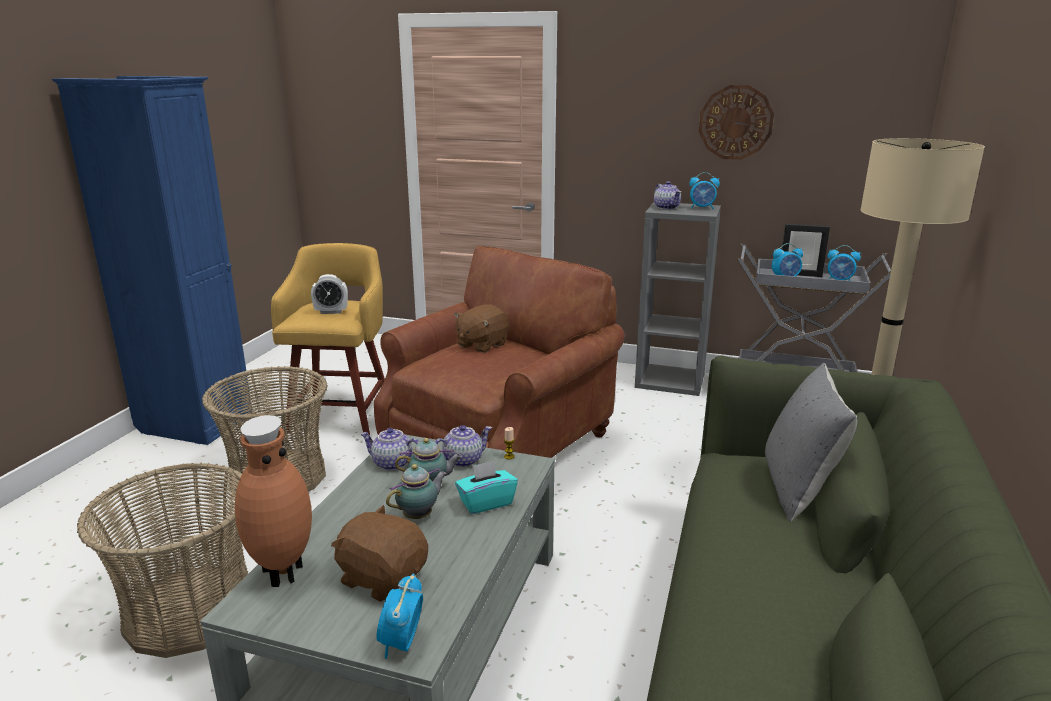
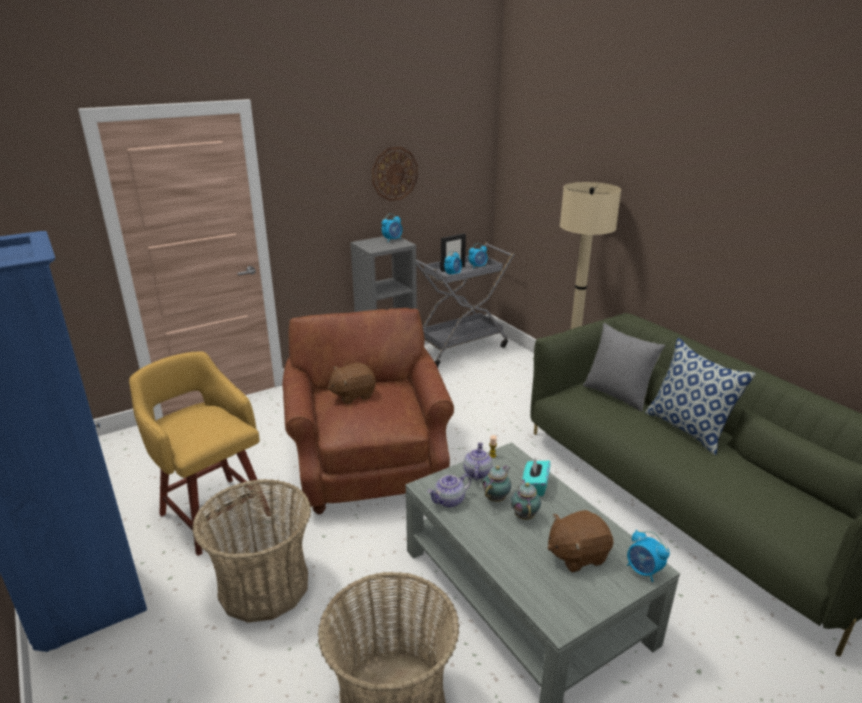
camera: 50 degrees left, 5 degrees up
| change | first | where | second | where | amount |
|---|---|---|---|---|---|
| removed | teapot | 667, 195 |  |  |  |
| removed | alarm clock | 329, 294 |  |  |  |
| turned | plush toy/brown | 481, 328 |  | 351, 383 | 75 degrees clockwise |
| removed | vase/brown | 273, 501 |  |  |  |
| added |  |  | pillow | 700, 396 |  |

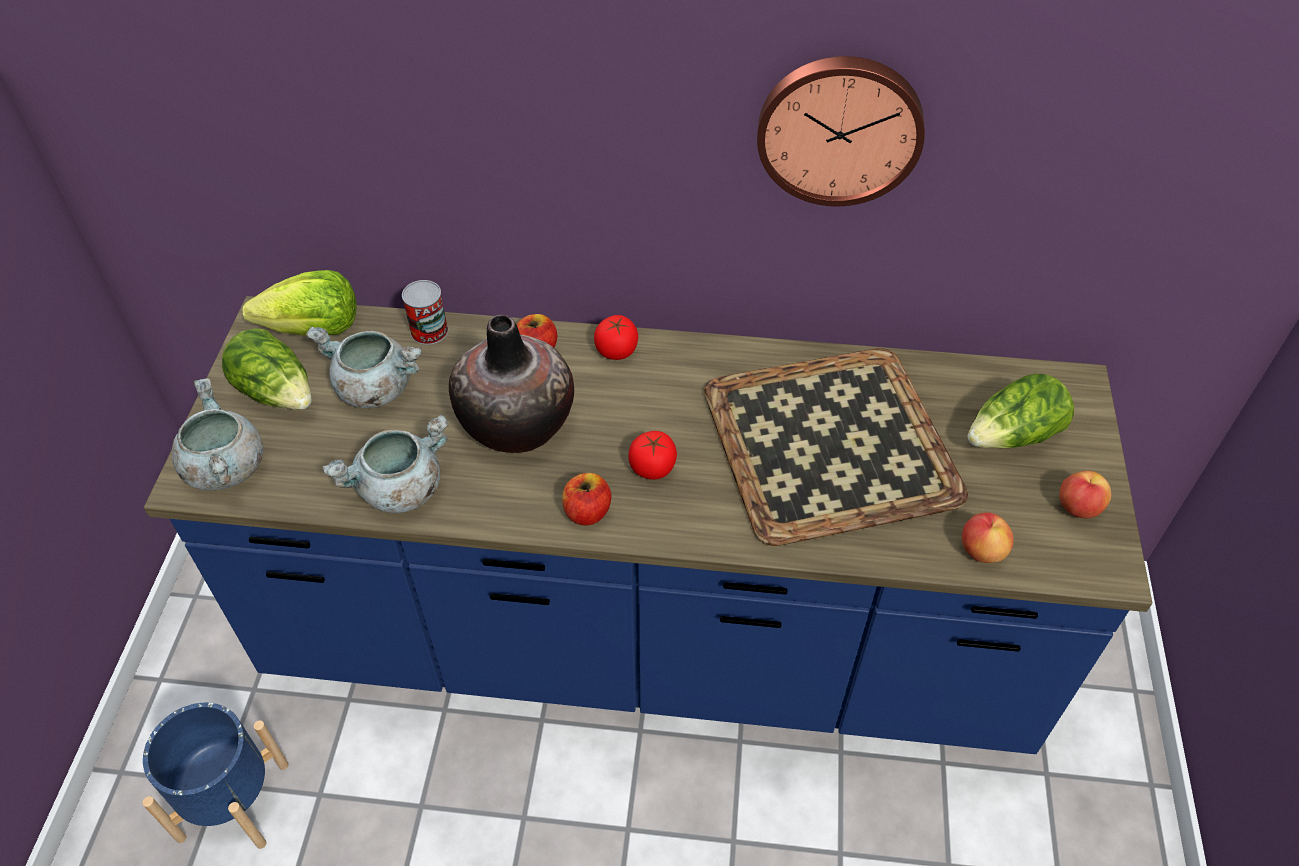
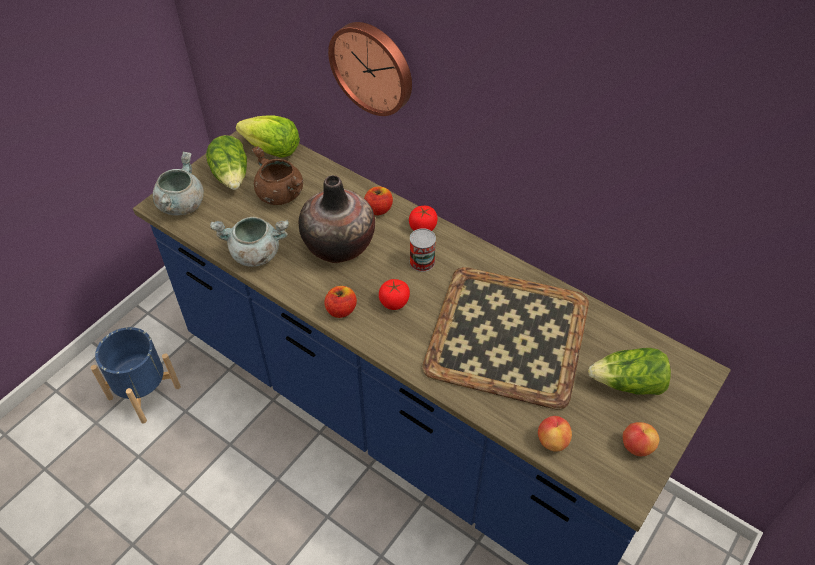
camera: 30 degrees right, 0 degrees up
| change | first | where | second | where | amount |
|---|---|---|---|---|---|
| moved | wall clock | 841, 131 |  | 370, 69 |  |
| moved | can | 425, 312 |  | 423, 250 |  |
| recoloured | cooking pot/grey | 364, 367 | cooking pot/brown | 277, 175 |  |

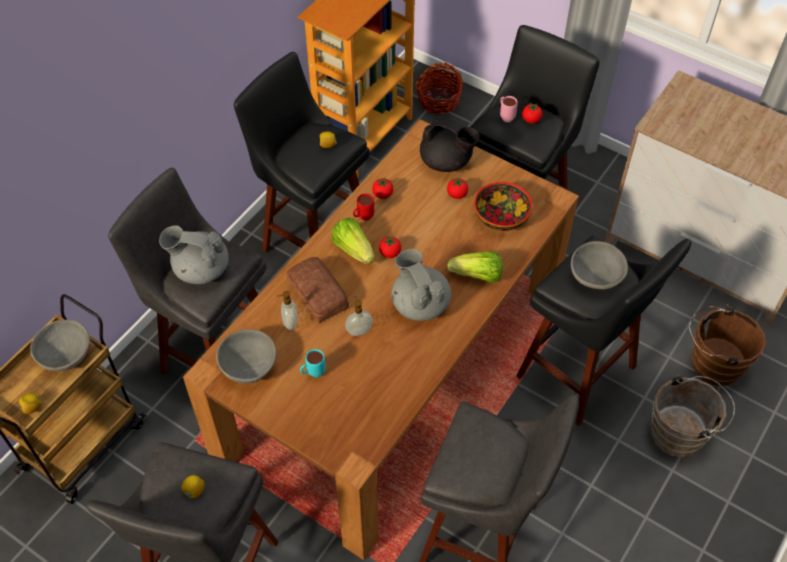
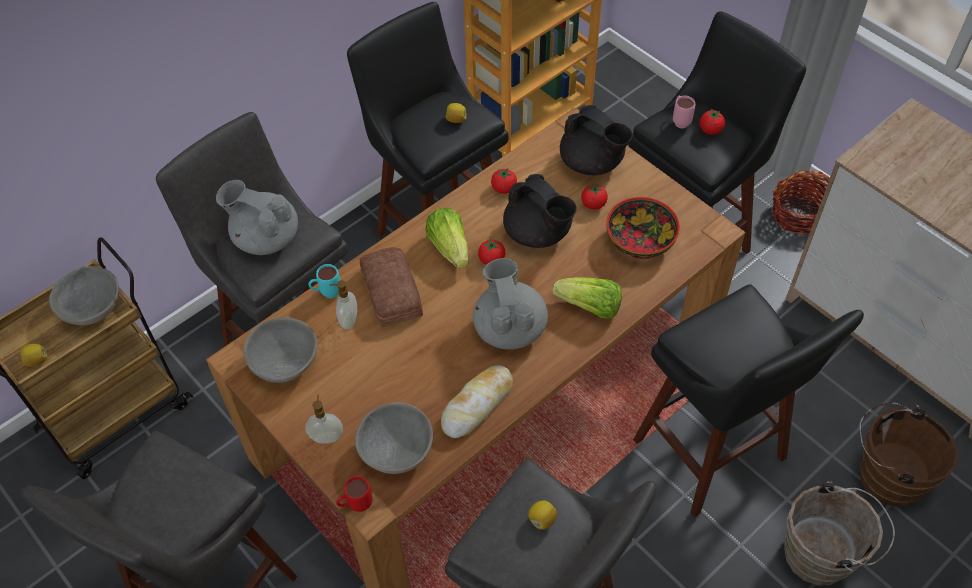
camera: 15 degrees right, 0 degrees up
| change | first | where | second | where | amount |
|---|---|---|---|---|---|
| moved | basket | 439, 89 |  | 801, 202 |  |
| moved | mug/red | 363, 207 |  | 354, 494 |  |
| moved | bowl/grey | 599, 265 |  | 394, 438 |  |
| moved | soap dispenser | 359, 316 |  | 324, 419 |  |
| moved | mug/turquoise | 313, 363 |  | 324, 281 |  |
| moved | lemon | 193, 487 |  | 542, 514 |  |
| added |  |  | teapot/black | 540, 211 |  |
| added |  |  | bread | 477, 401 |  |

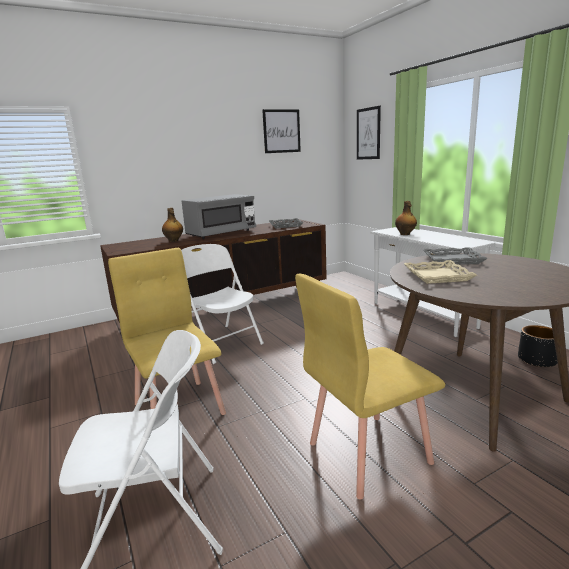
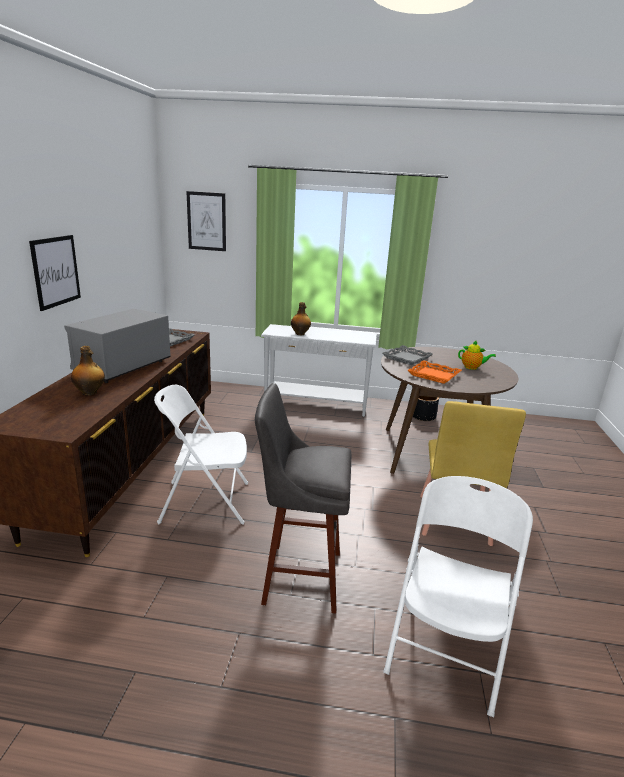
camera: 55 degrees left, 5 degrees up
| change | first | where | second | where | amount |
|---|---|---|---|---|---|
| moved | picture | 281, 131 |  | 55, 273 |  |
| turned | microwave/grey | 219, 216 |  | 117, 346 | 150 degrees counterclockwise |
| replaced | chair/yellow | 167, 331 | stool/grey | 303, 498 |  |
| recoloured | tray/beige | 440, 272 | tray/orange | 434, 372 |  |
| added |  |  | teapot | 477, 355 |  |

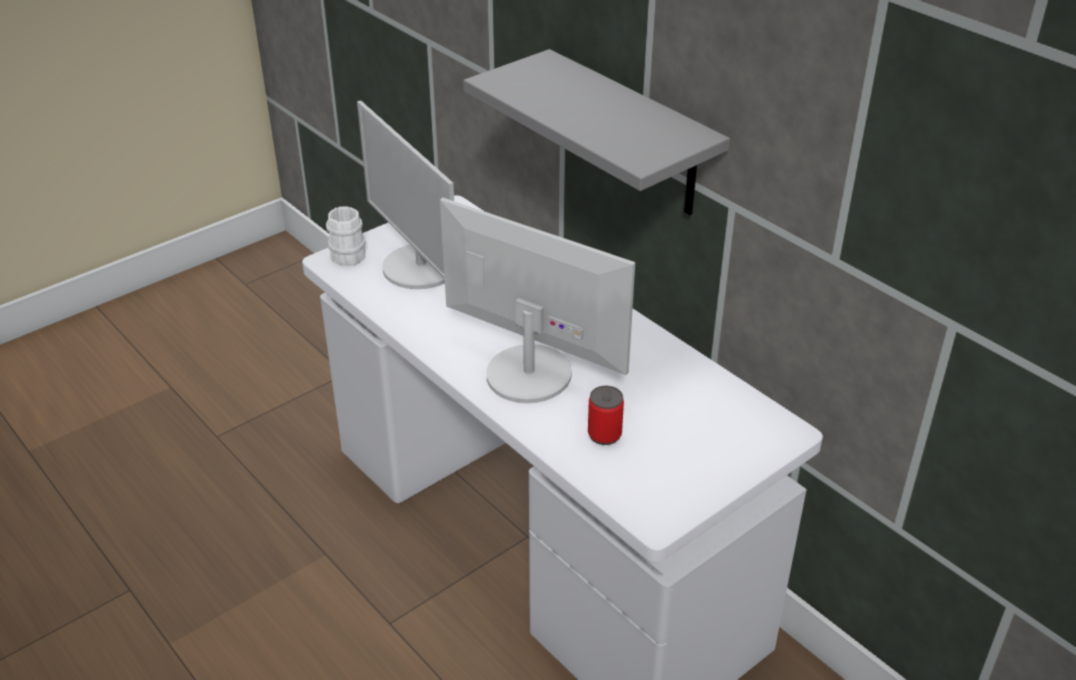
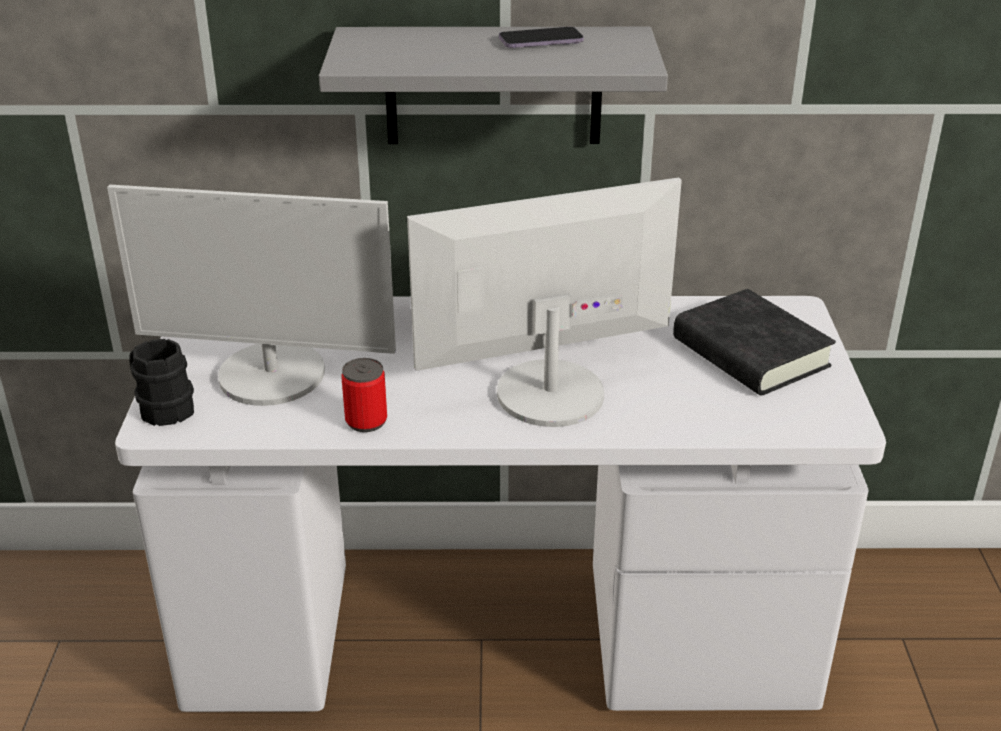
camera: 50 degrees left, 5 degrees down
| change | first | where | second | where | amount |
|---|---|---|---|---|---|
| recoloured | mug/white | 346, 236 | mug/black | 161, 382 |  |
| moved | can | 606, 415 |  | 364, 395 |  |
| added |  |  | phone | 541, 37 |  |
| added |  |  | book/black | 754, 342 |  |

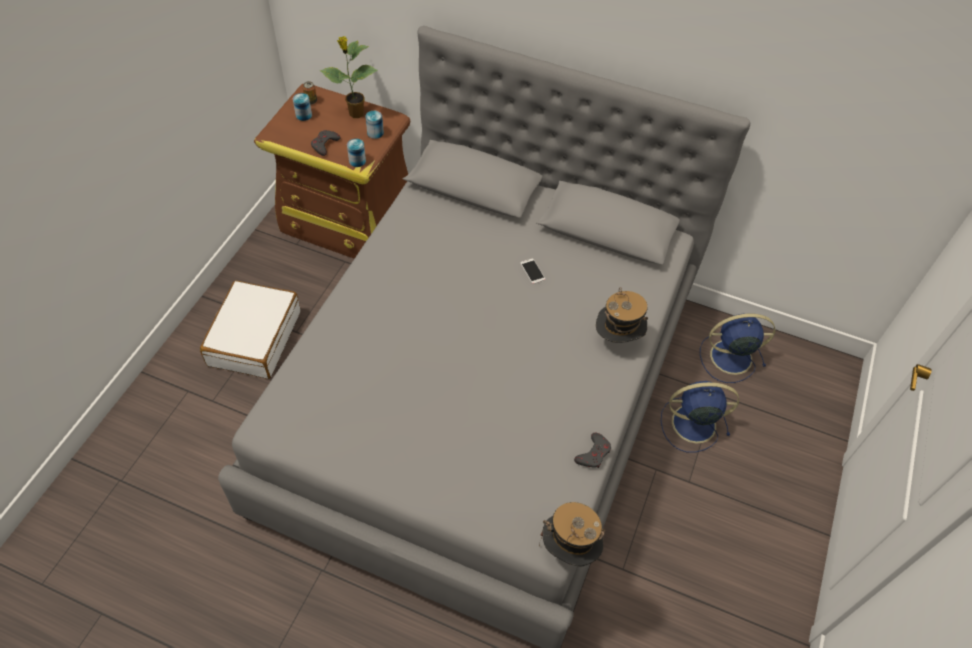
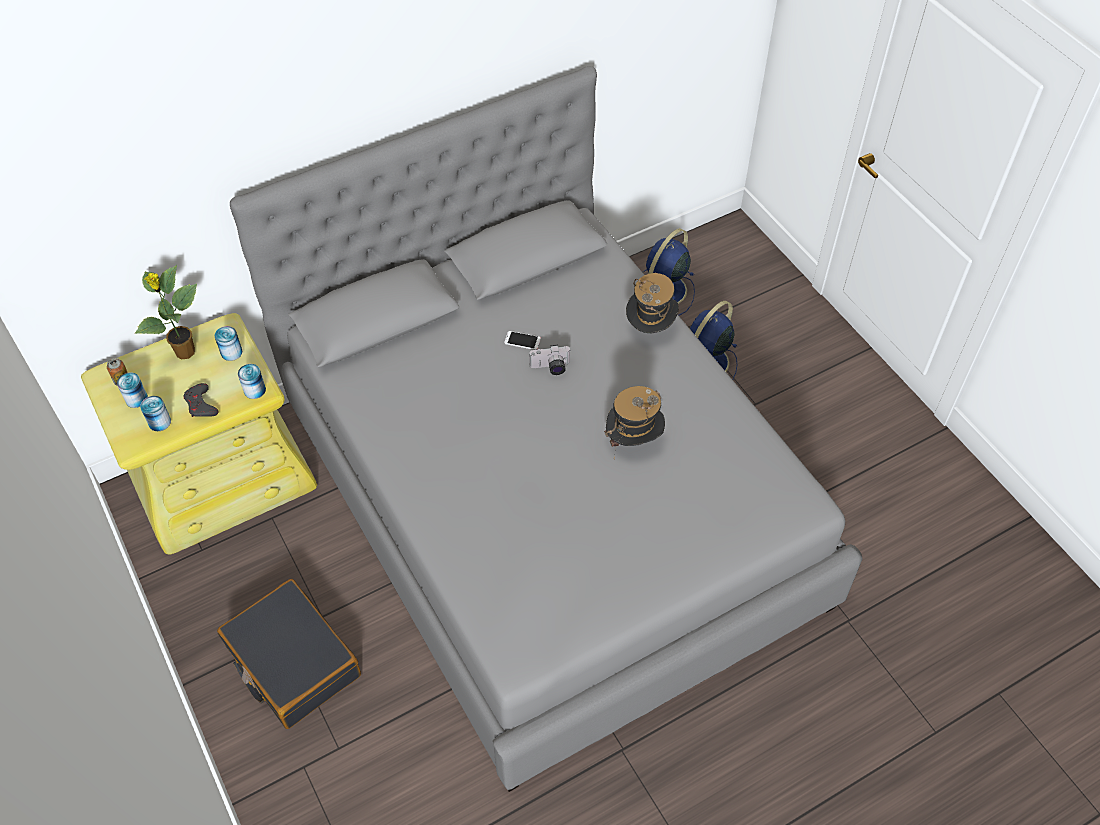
camera: 50 degrees left, 0 degrees up
| change | first | where | second | where | amount |
|---|---|---|---|---|---|
| recoloured | nightstand/brown | 332, 171 | nightstand/yellow | 199, 434 |  |
| recoloured | suitcase/white | 250, 330 | suitcase/black | 289, 654 |  |
| removed | game controller/grey | 592, 450 |  |  |  |
| moved | hat | 572, 534 |  | 634, 422 |  |
| added |  |  | photo camera | 550, 360 |  |
| added |  |  | can | 155, 413 |  |

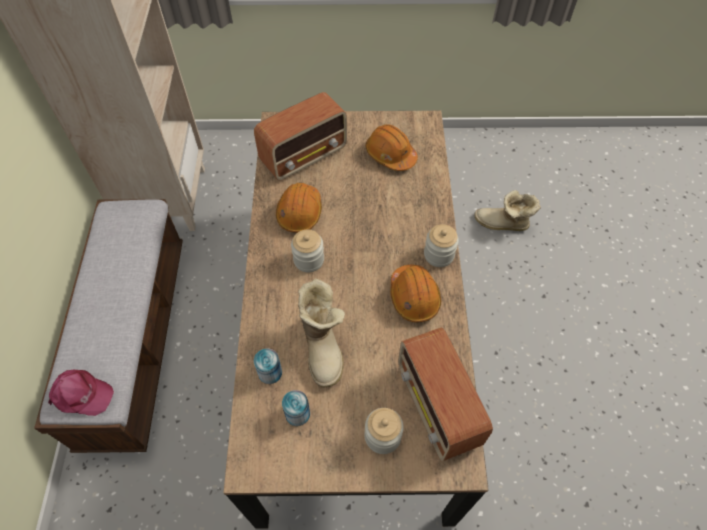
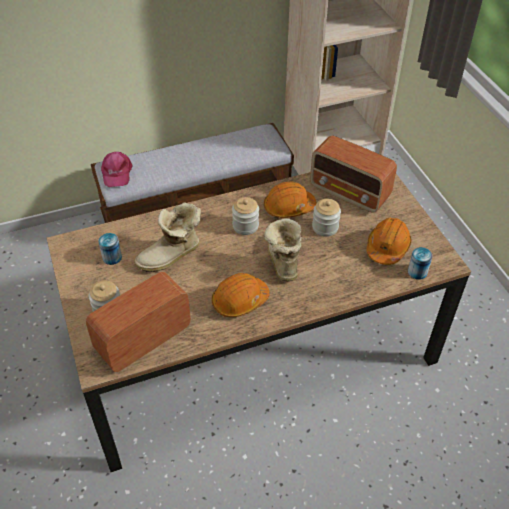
camera: 70 degrees right, 10 degrees down
| change | first | where | second | where | amount |
|---|---|---|---|---|---|
| moved | boot | 507, 210 |  | 283, 250 |  |
| moved | jar | 441, 245 |  | 326, 218 |  |
| moved | can | 268, 366 |  | 420, 263 |  |

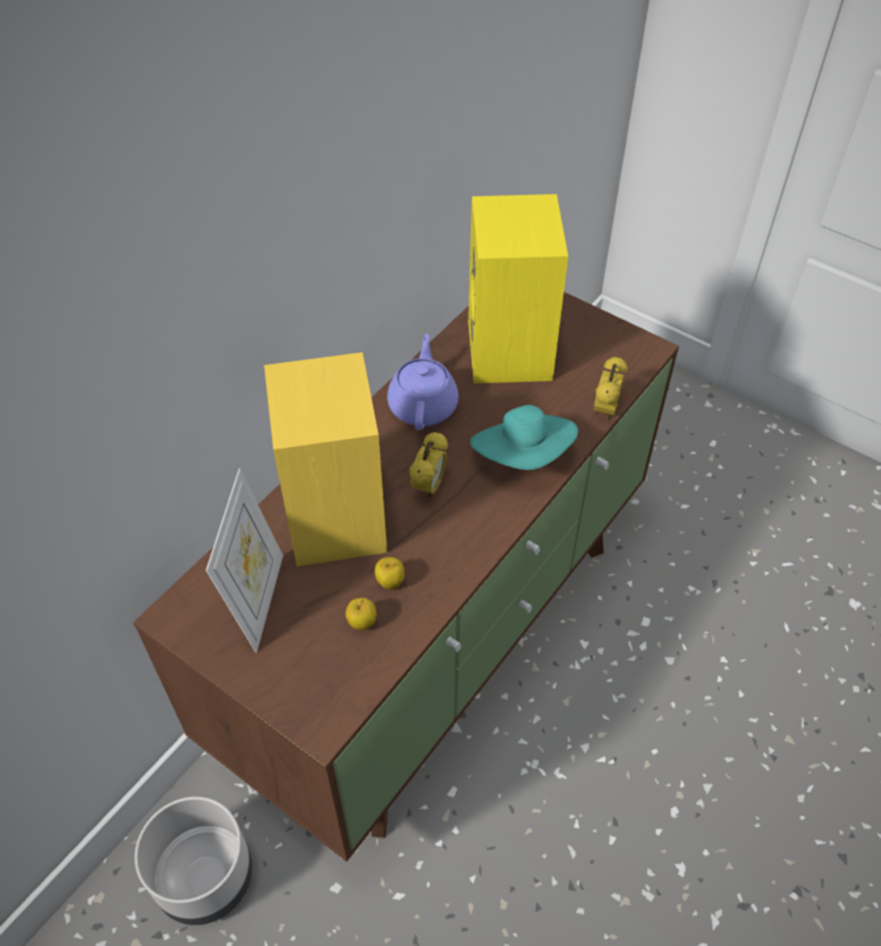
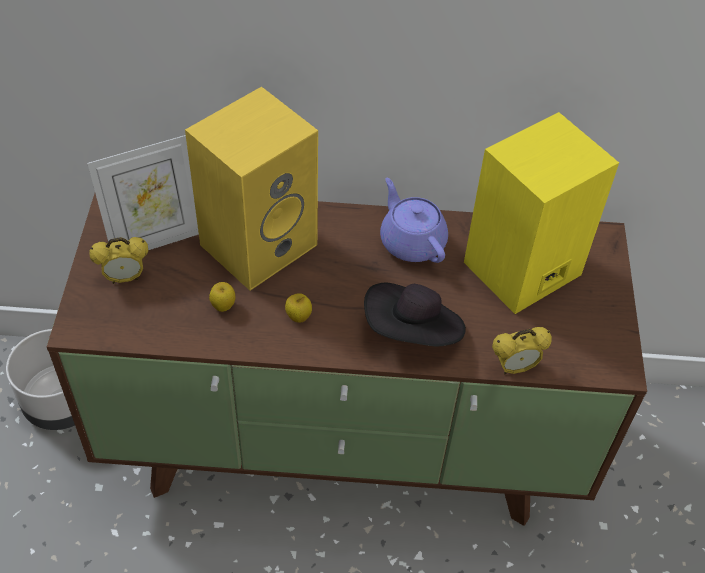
camera: 55 degrees right, 0 degrees up
| change | first | where | second | where | amount |
|---|---|---|---|---|---|
| turned | teapot/purple | 422, 382 |  | 414, 220 | 90 degrees counterclockwise |
| recoloured | hat/turquoise | 524, 437 | hat/black | 415, 314 |  |
| moved | alarm clock | 428, 464 |  | 118, 260 |  |
| moved | apple | 361, 614 |  | 298, 308 |  |

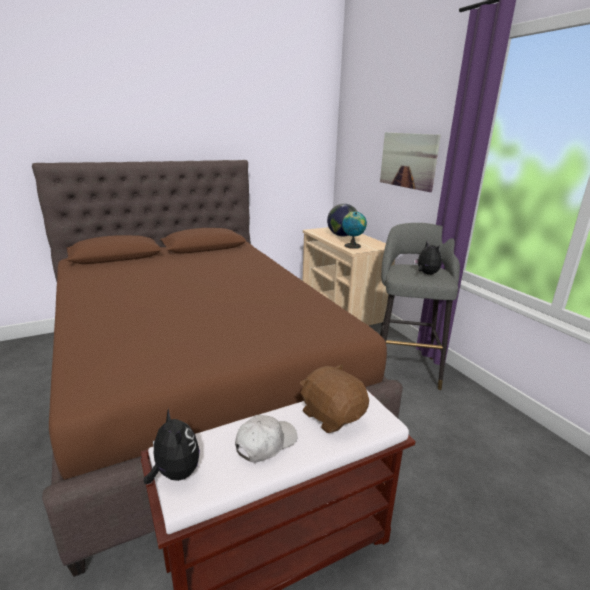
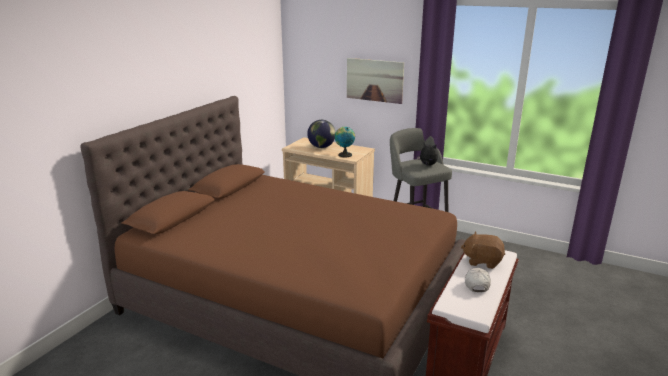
camera: 35 degrees left, 0 degrees up
| change | first | where | second | where | amount |
|---|---|---|---|---|---|
| removed | plush toy | 172, 446 |  |  |  |

